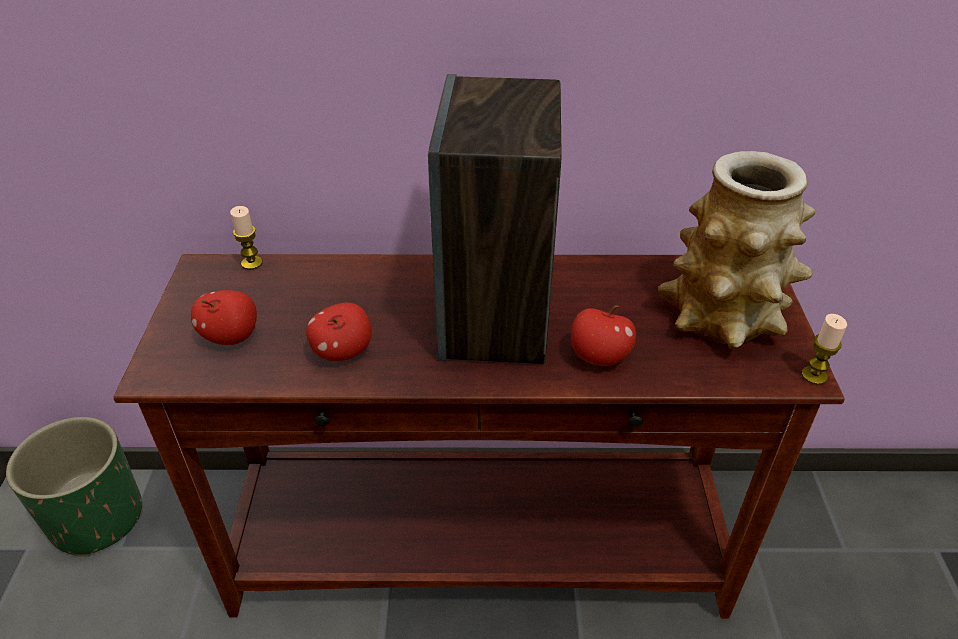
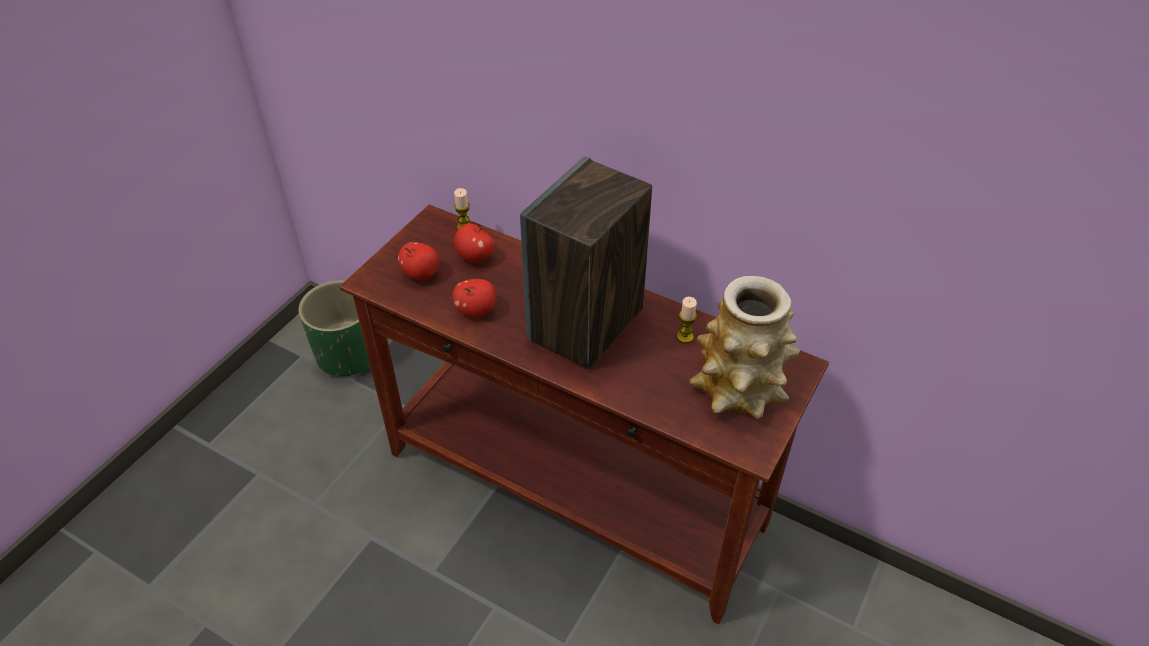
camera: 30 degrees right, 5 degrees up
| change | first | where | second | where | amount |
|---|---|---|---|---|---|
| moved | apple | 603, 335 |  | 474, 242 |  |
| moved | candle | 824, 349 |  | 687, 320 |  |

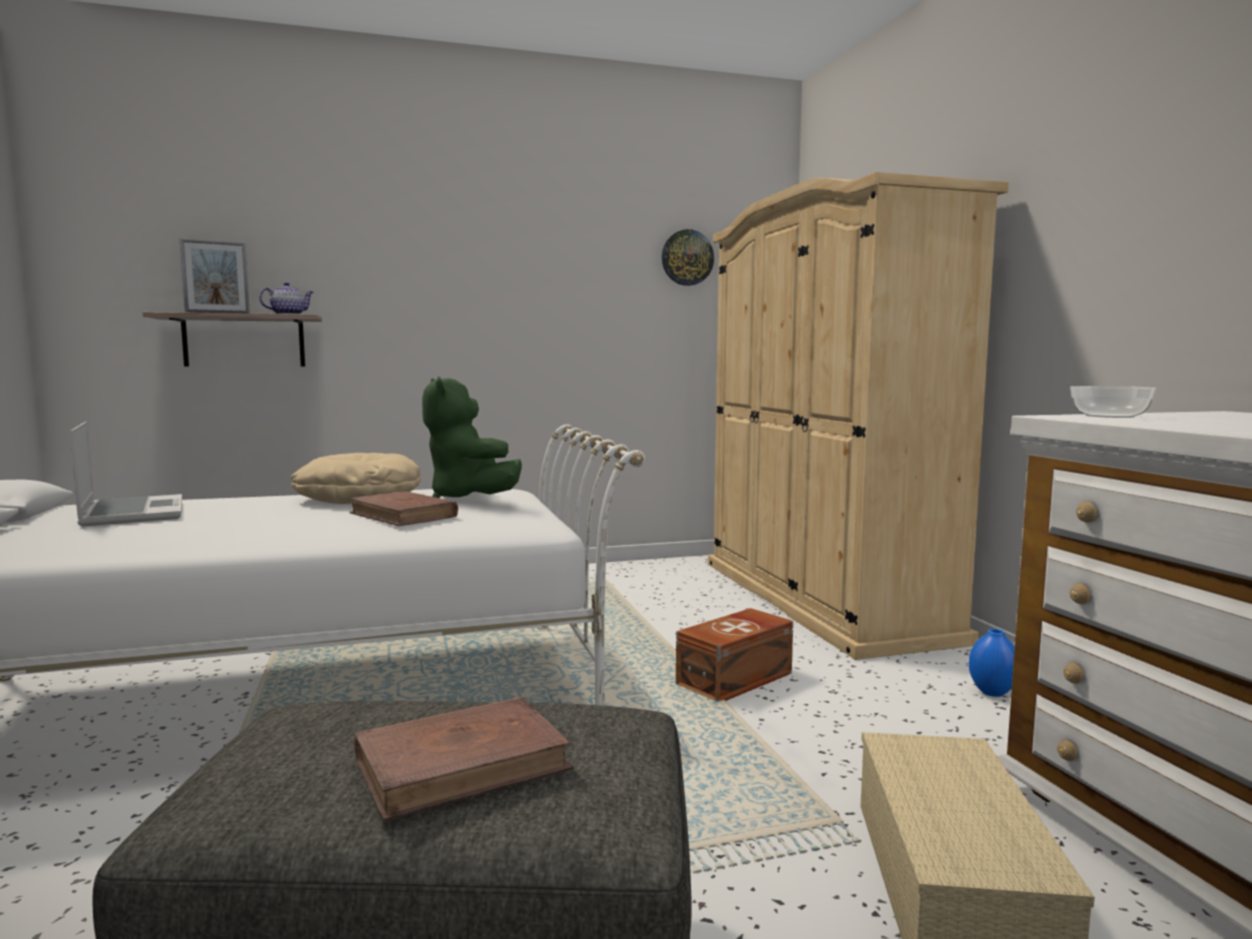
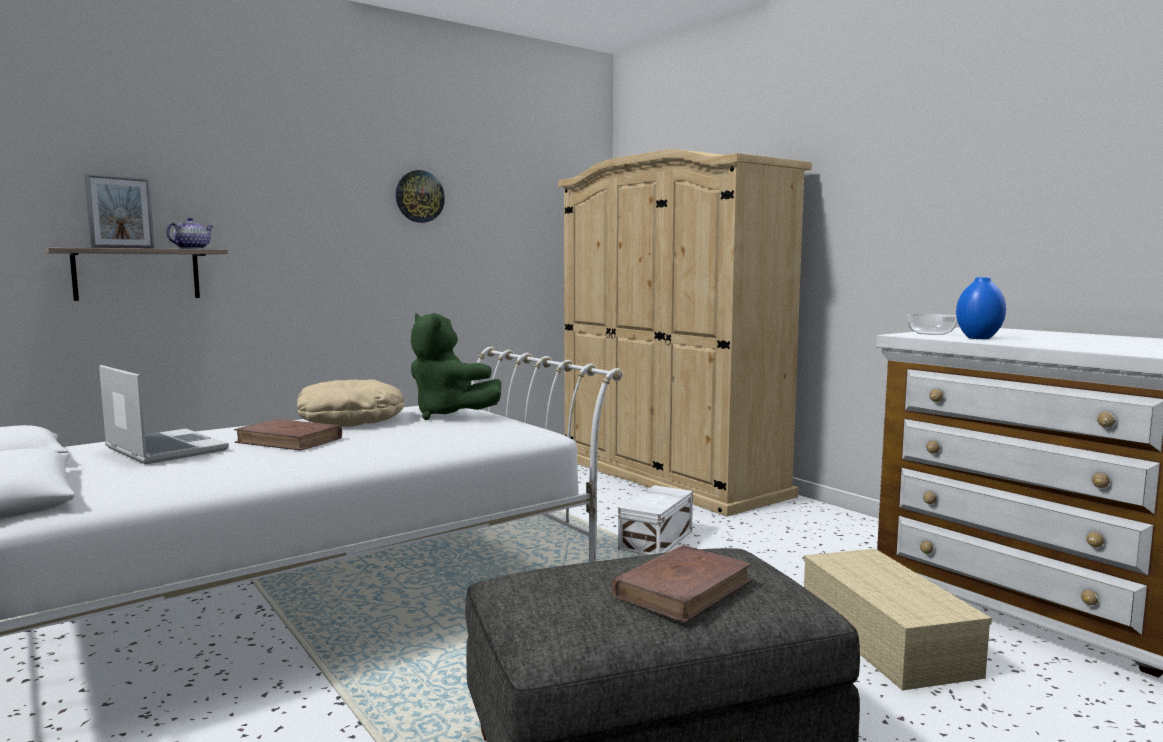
camera: 20 degrees left, 0 degrees up
| change | first | where | second | where | amount |
|---|---|---|---|---|---|
| moved | wall clock | 688, 257 |  | 420, 196 |  |
| moved | book/brown | 403, 508 |  | 288, 434 |  |
| recoloured | storage box/brown | 734, 655 | storage box/white | 655, 520 |  |
| moved | vase/blue | 992, 663 |  | 981, 308 |  |

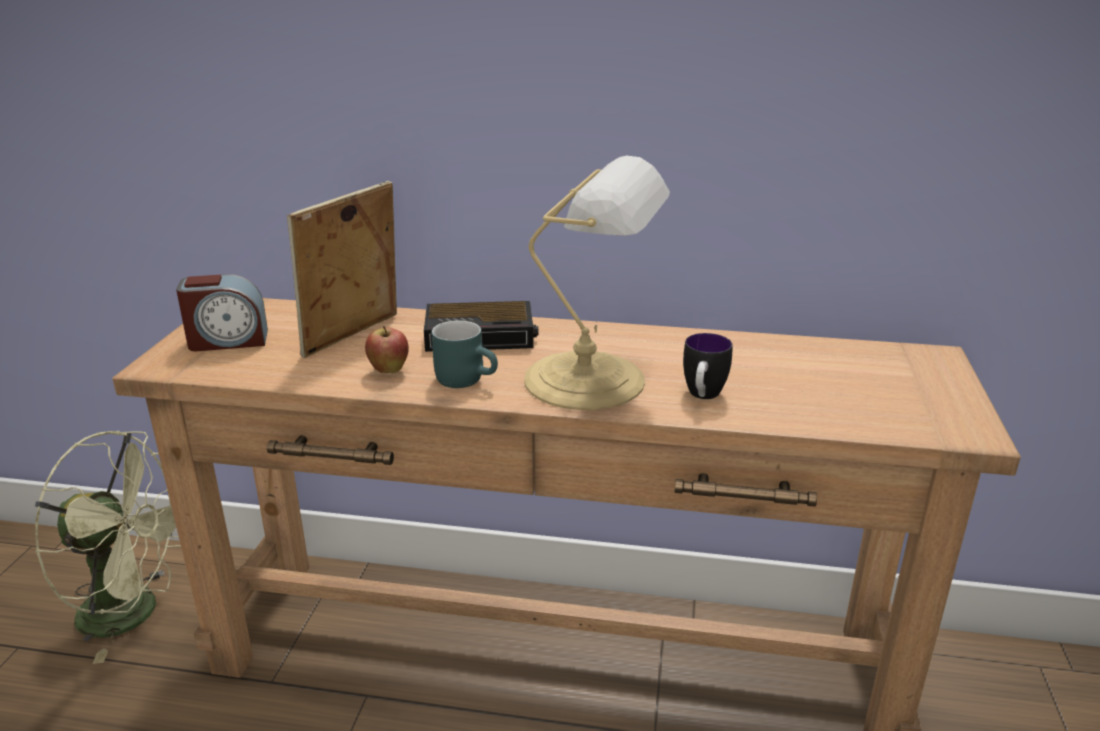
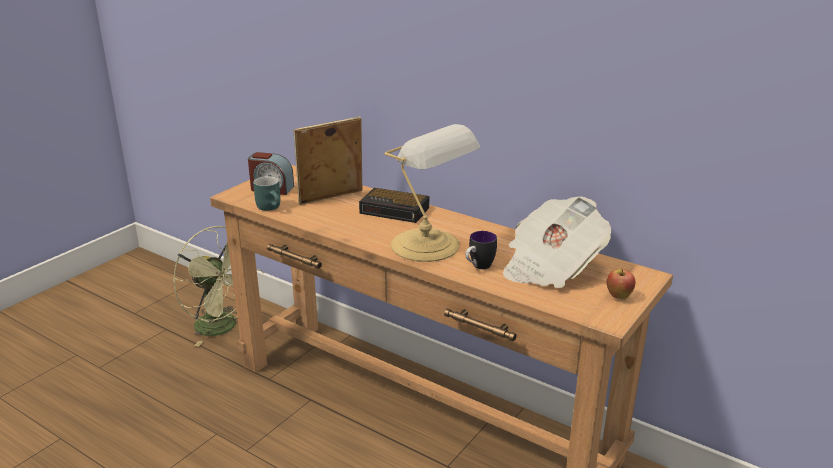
camera: 25 degrees right, 0 degrees up
| change | first | where | second | where | amount |
|---|---|---|---|---|---|
| moved | mug/turquoise | 464, 354 |  | 266, 193 |  |
| moved | apple | 387, 349 |  | 621, 284 |  |
| added |  |  | newspaper | 557, 242 |  |

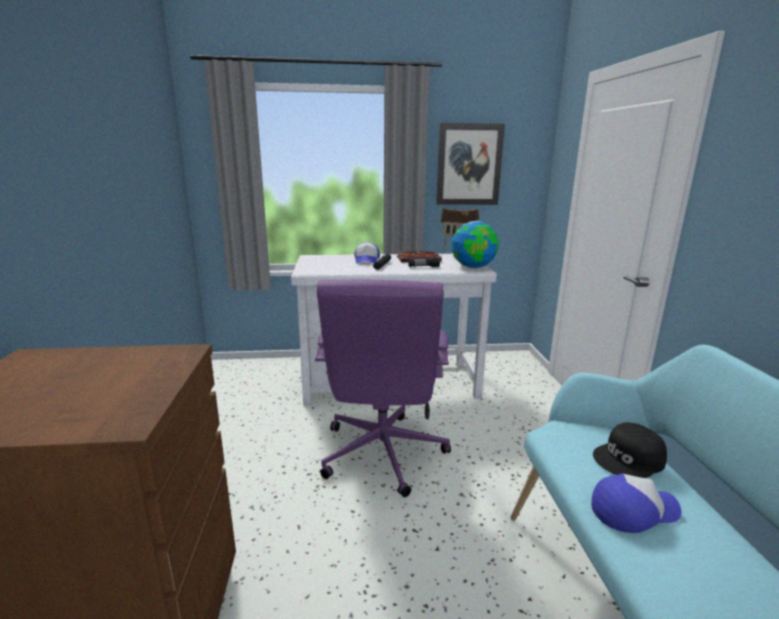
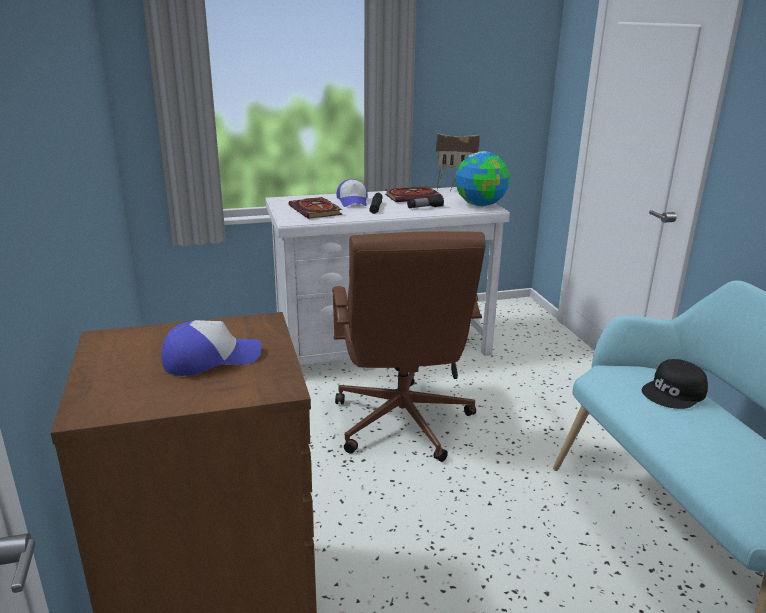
camera: 10 degrees left, 5 degrees up
| change | first | where | second | where | amount |
|---|---|---|---|---|---|
| removed | picture | 470, 164 |  |  |  |
| recoloured | office chair/purple | 383, 388 | office chair/brown | 409, 346 |  |
| moved | cap | 636, 503 |  | 211, 348 |  |
| added |  |  | book | 315, 208 |  |

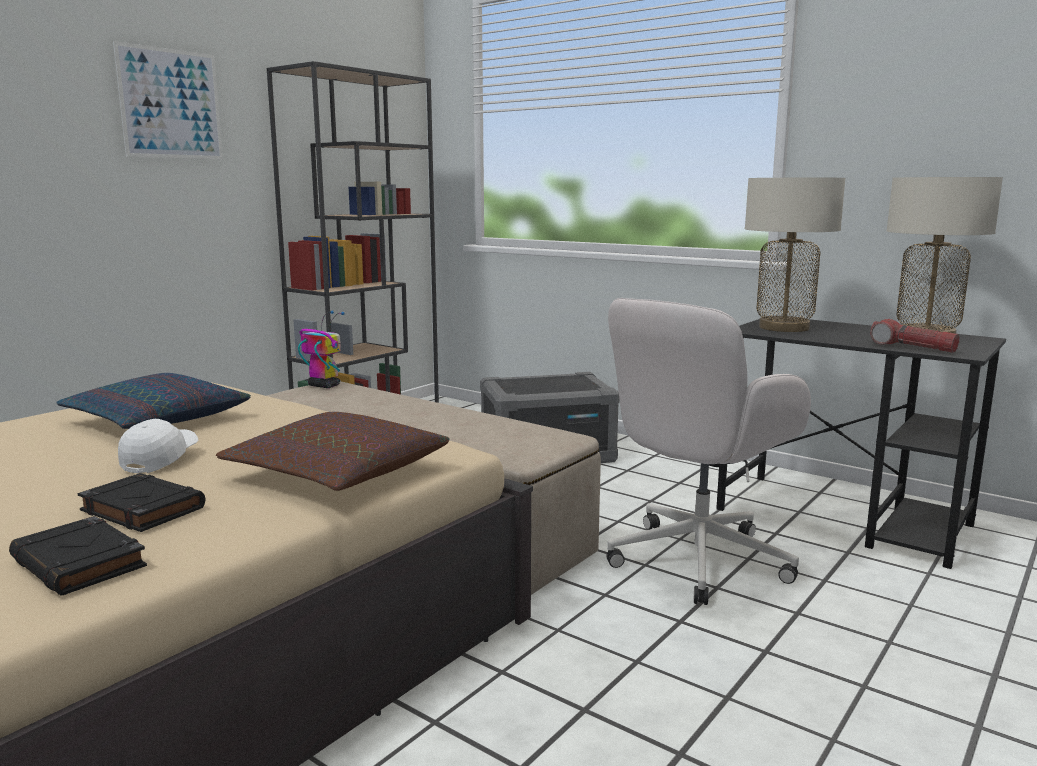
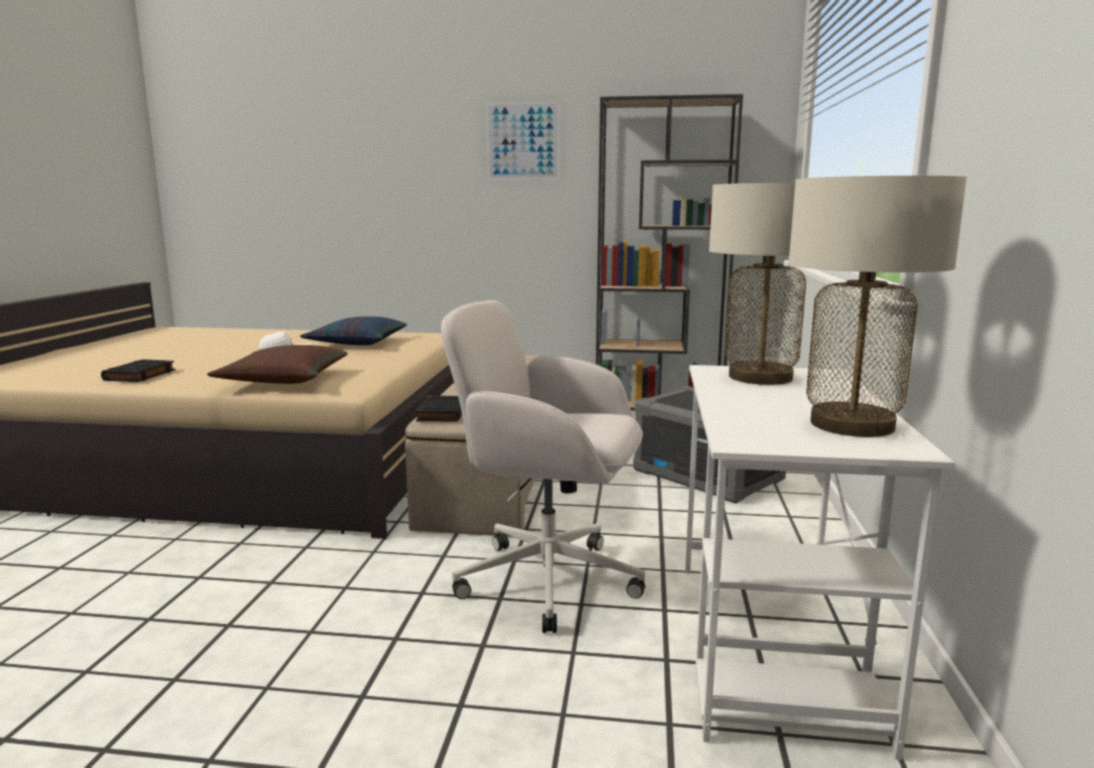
camera: 60 degrees right, 0 degrees up
| change | first | where | second | where | amount |
|---|---|---|---|---|---|
| removed | toy robot | 321, 349 |  |  |  |
| recoloured | desk/black | 861, 444 | desk/white | 820, 562 |  |
| removed | flashlight | 915, 336 |  |  |  |
| moved | book/black | 141, 502 |  | 439, 409 |  |

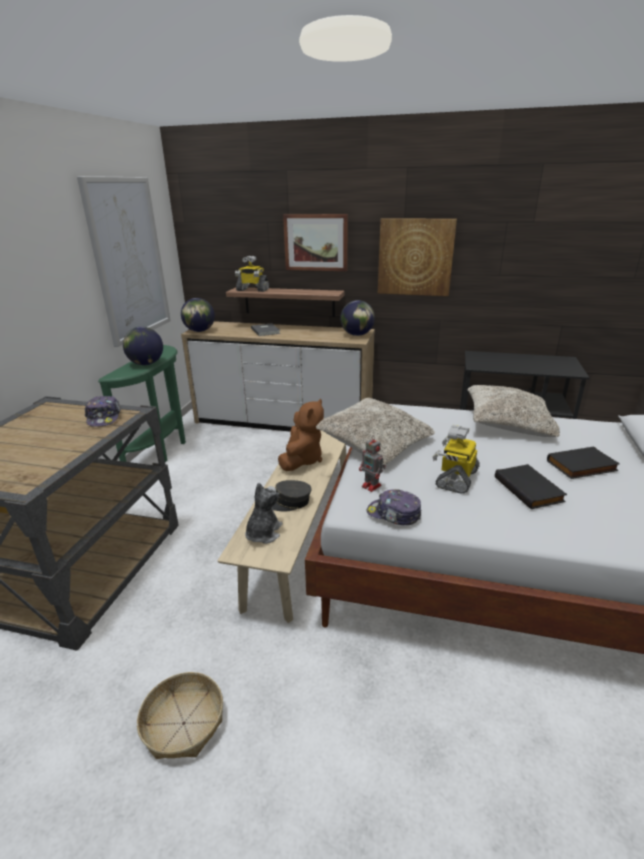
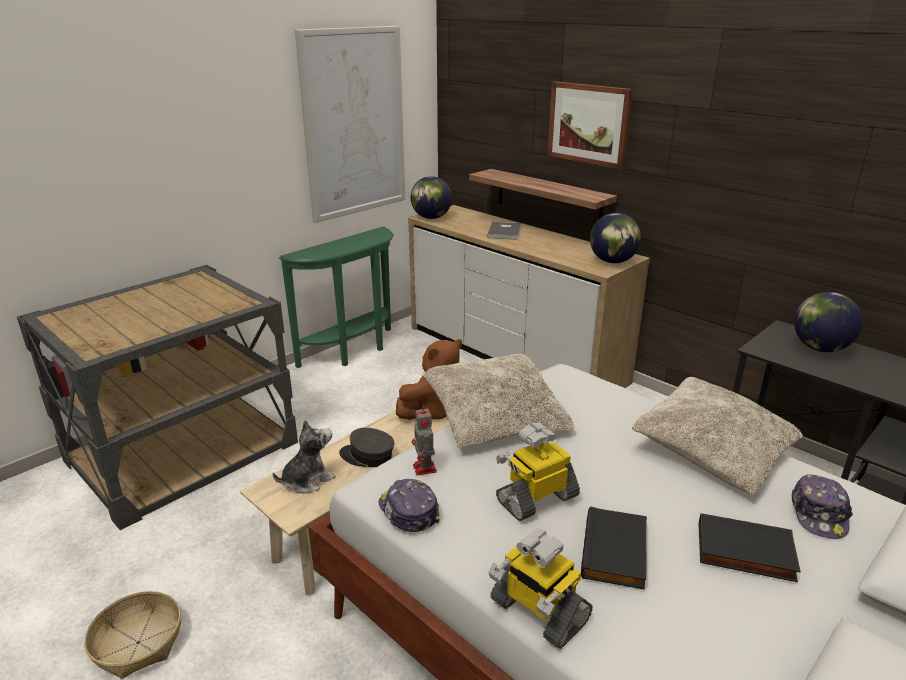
camera: 30 degrees right, 0 degrees up
| change | first | where | second | where | amount |
|---|---|---|---|---|---|
| removed | picture | 417, 257 |  |  |  |
| moved | toy robot | 252, 274 |  | 540, 588 |  |
| moved | globe | 143, 346 |  | 828, 322 |  |
| moved | cap | 103, 411 |  | 822, 507 |  |

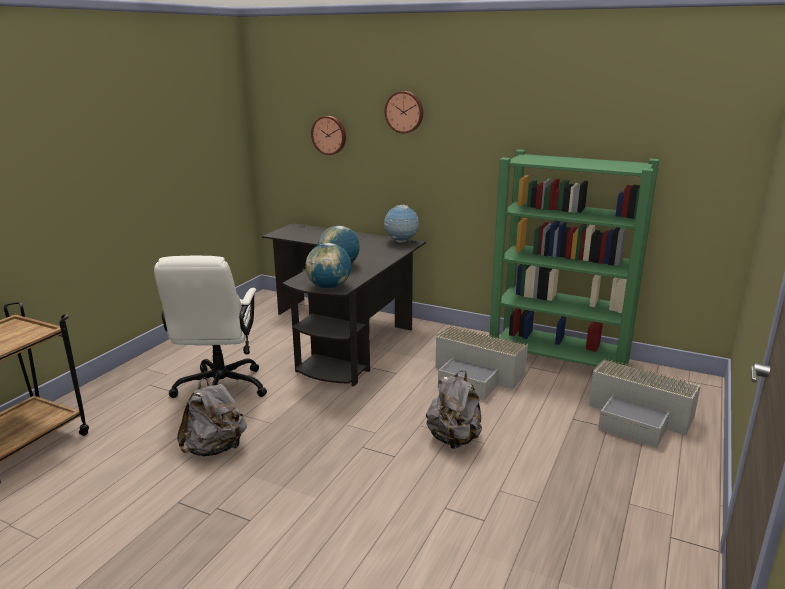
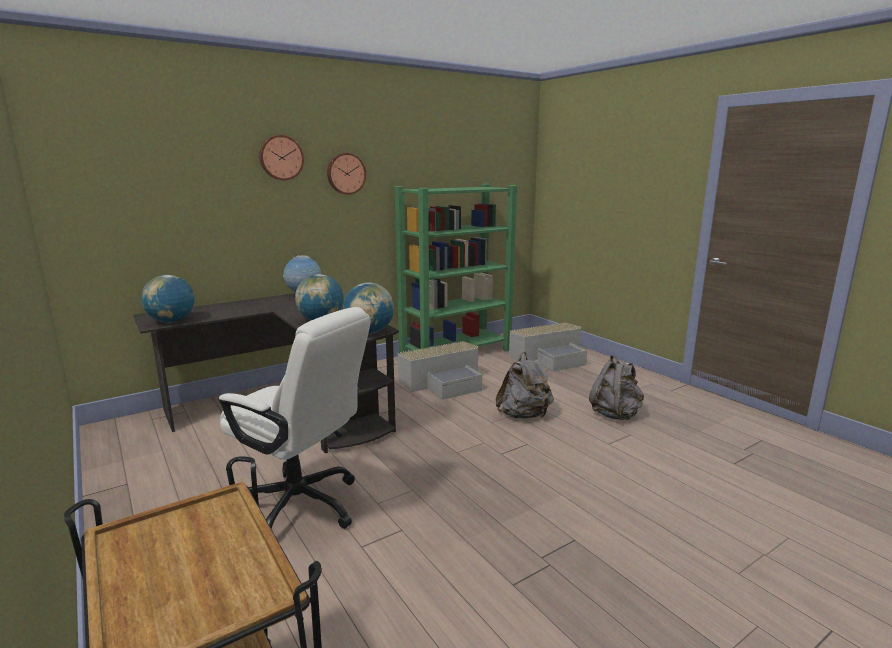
camera: 60 degrees left, 5 degrees down
| change | first | where | second | where | amount |
|---|---|---|---|---|---|
| moved | wall clock | 328, 135 |  | 346, 174 |  |
| moved | backpack/grey | 212, 417 |  | 616, 387 |  |
| added |  |  | globe | 168, 298 |  |

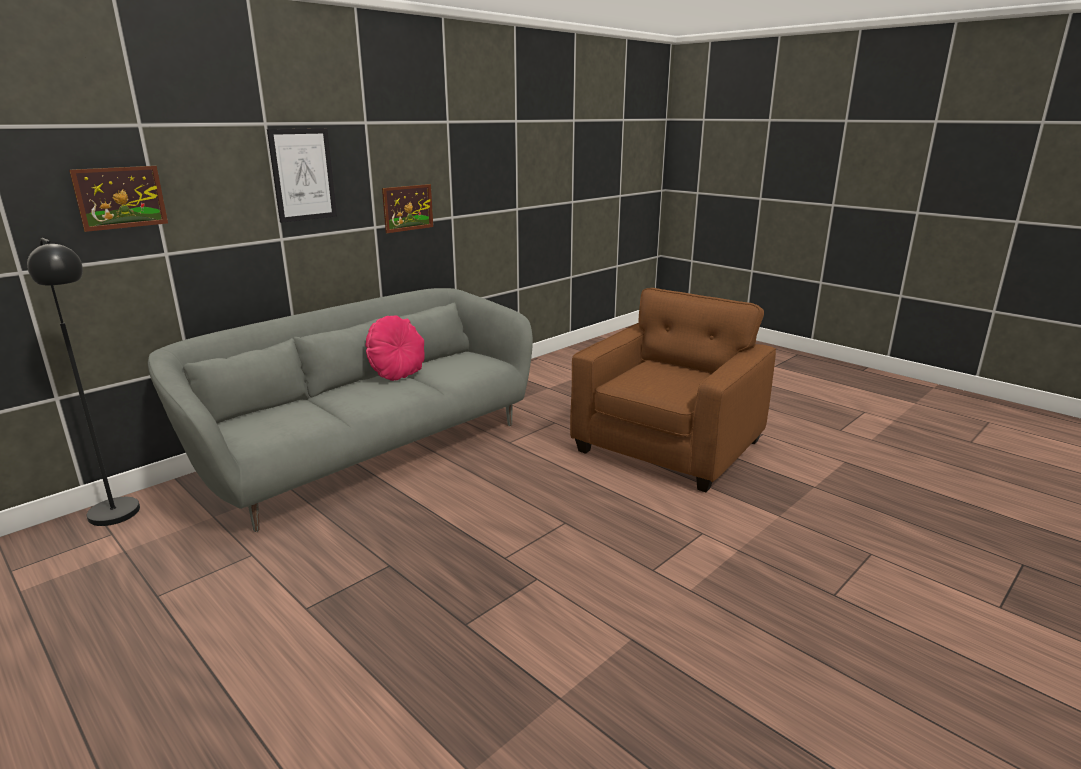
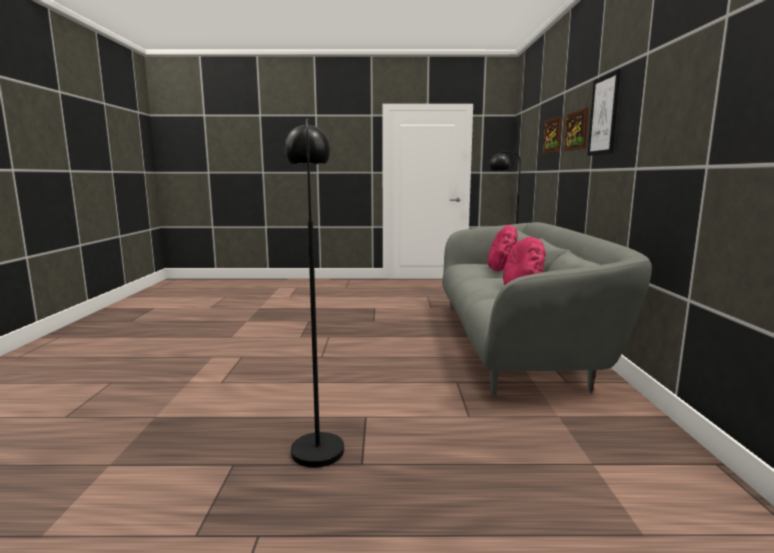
camera: 135 degrees right, 10 degrees down
| change | first | where | second | where | amount |
|---|---|---|---|---|---|
| moved | picture | 407, 208 |  | 576, 129 |  |
| replaced | armchair/brown | 673, 390 | floor lamp/black | 314, 293 |  |
| added |  |  | pillow/pink | 502, 248 |  |

